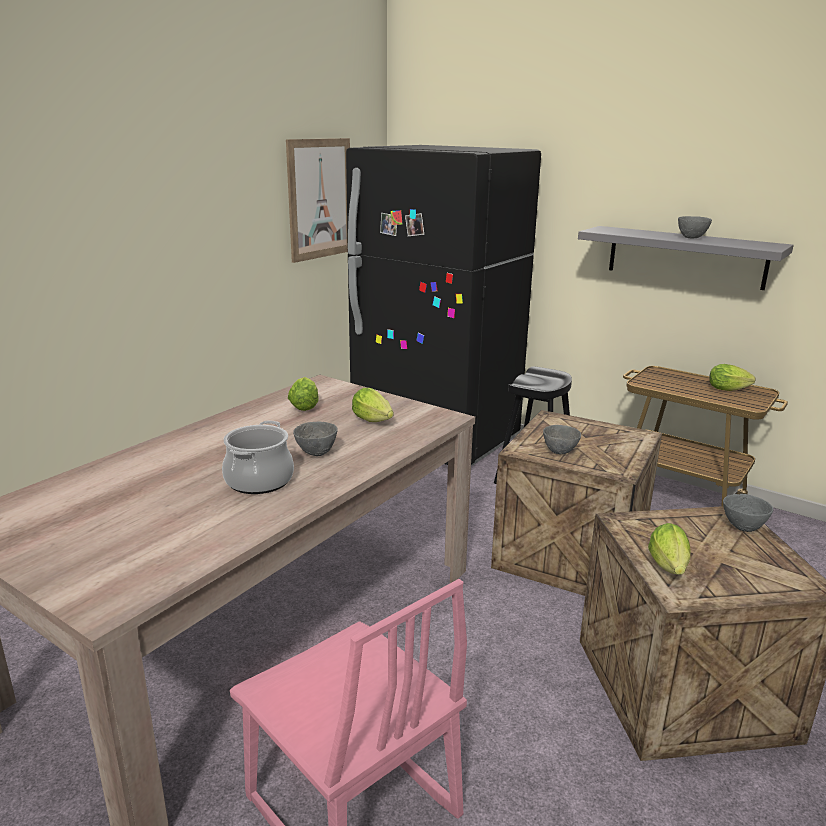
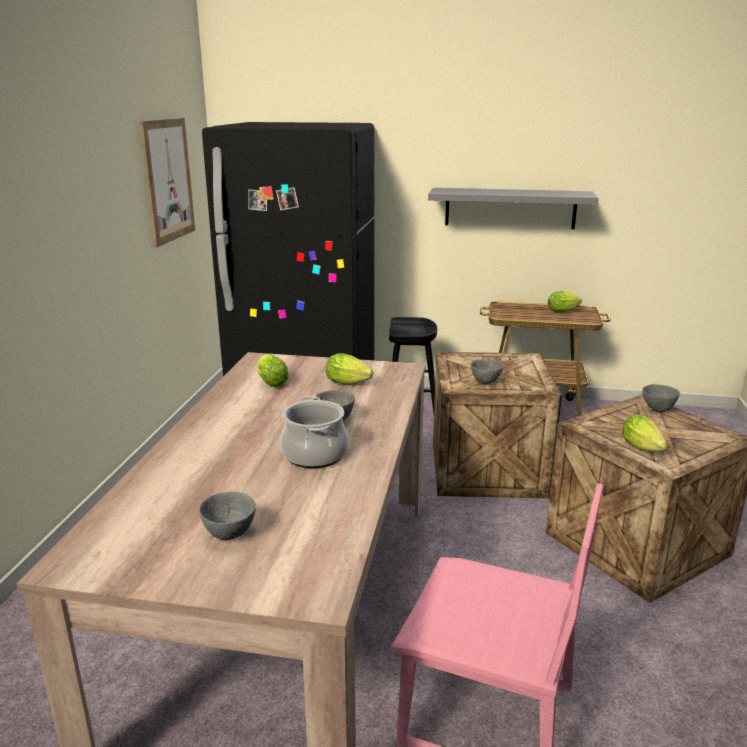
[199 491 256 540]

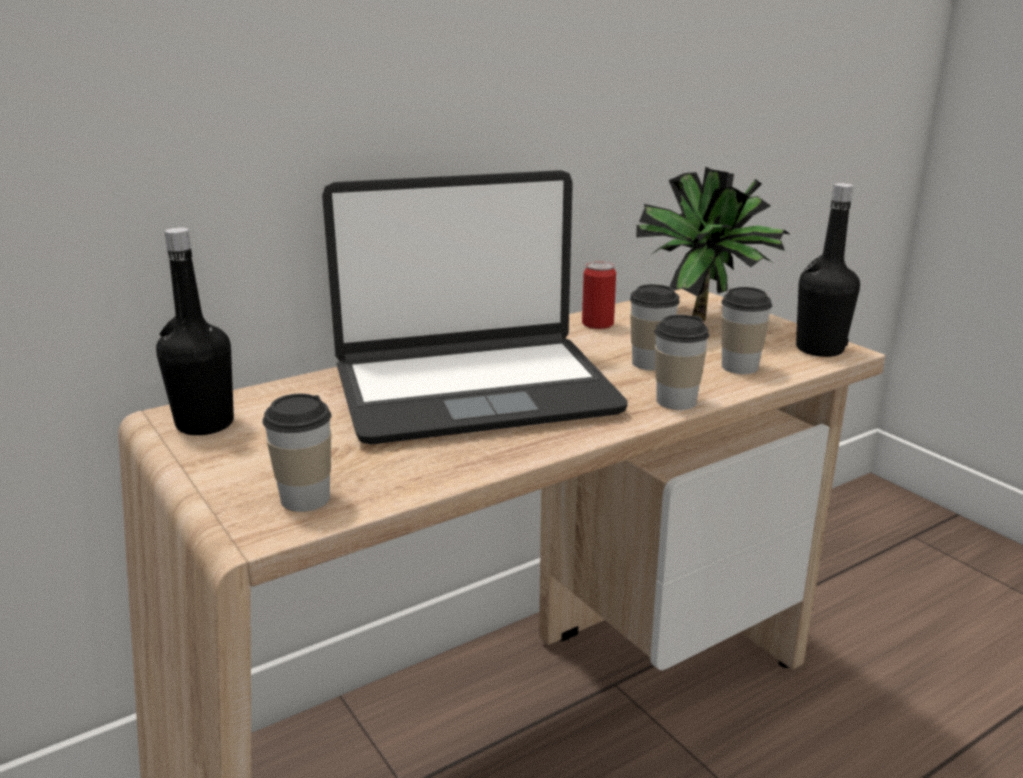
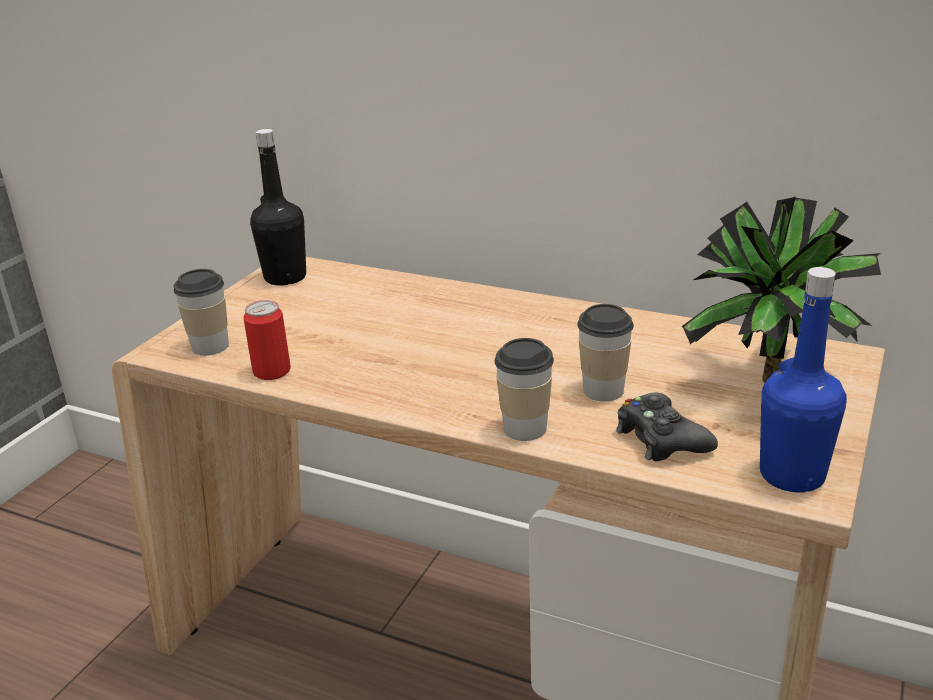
[322 170 628 445] (first image)
[243 300 291 380]
[616 392 718 461]
[760 267 847 493]

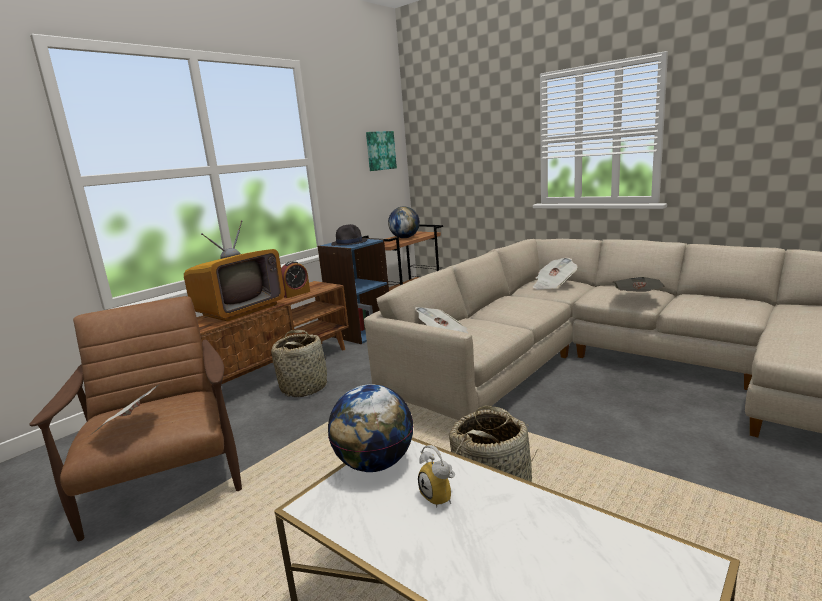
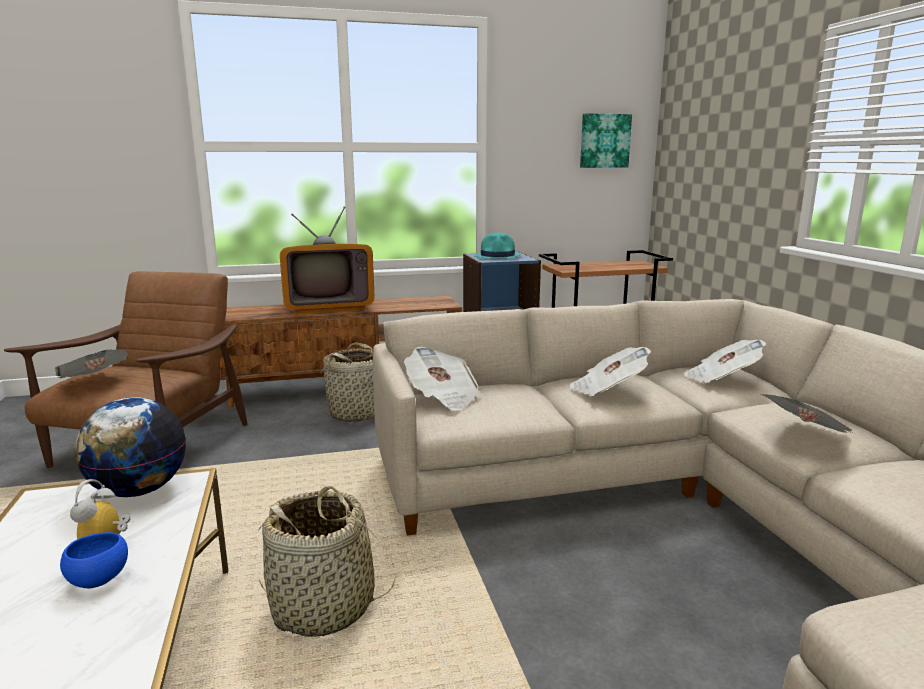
[281 261 310 298] (first image)
[388 207 420 238] (first image)
[60 532 128 588]
[569 347 651 396]
[475 233 521 259]

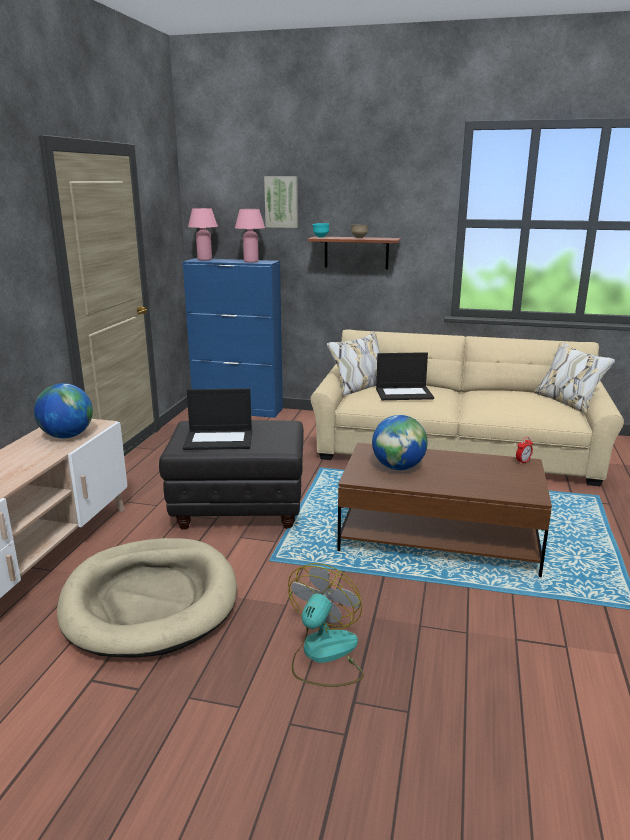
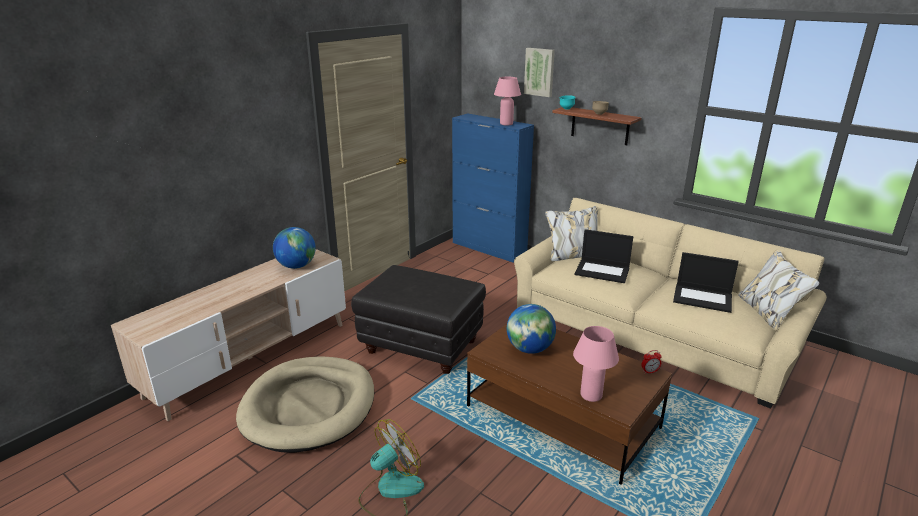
[673 252 739 313]
[573 326 619 402]

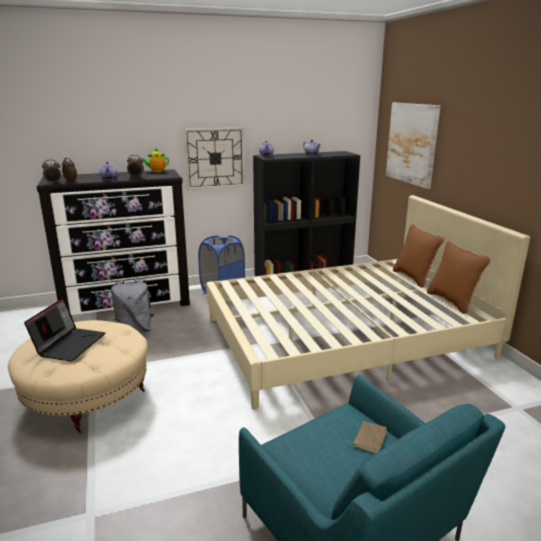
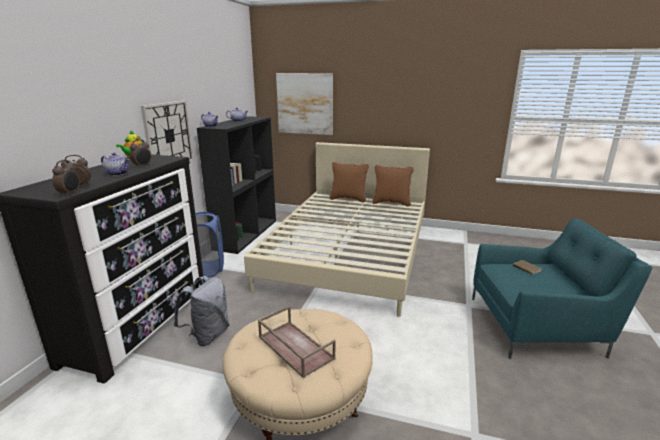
[258 306 336 378]

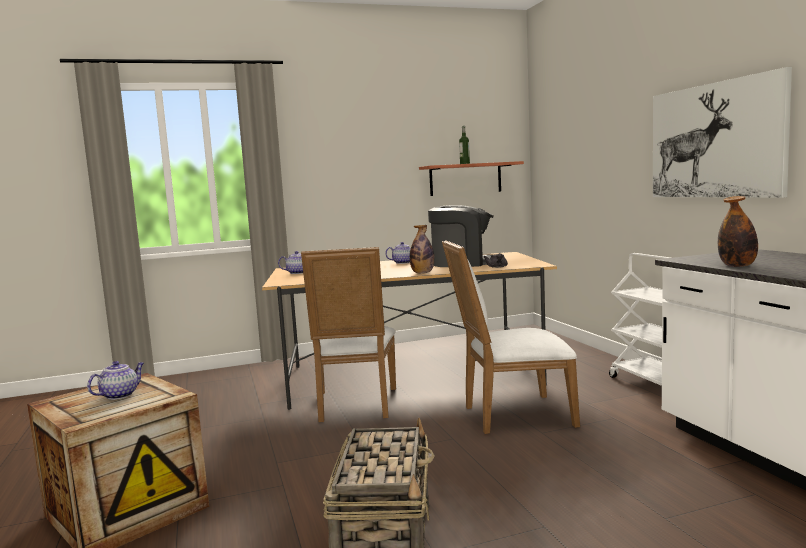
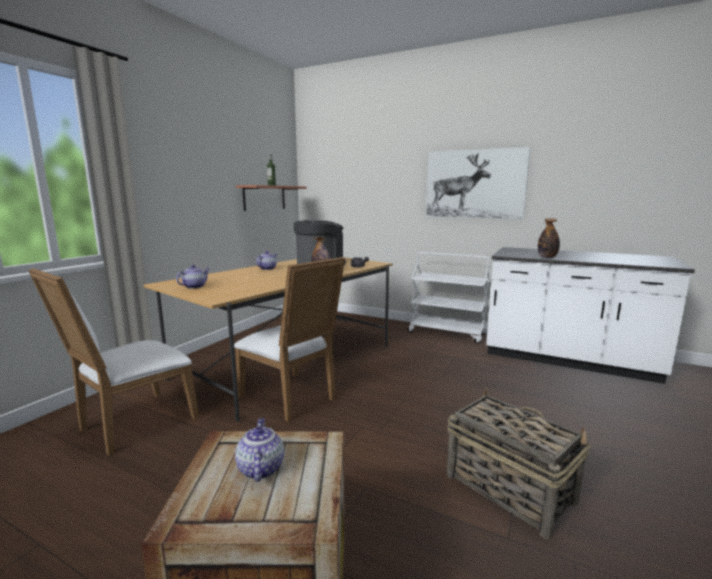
[28 268 199 456]

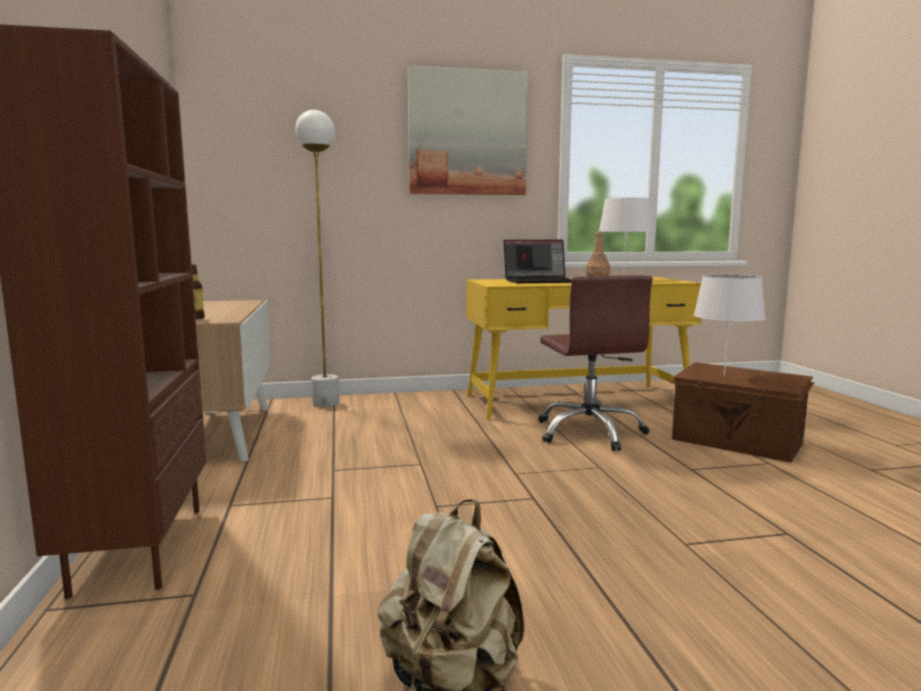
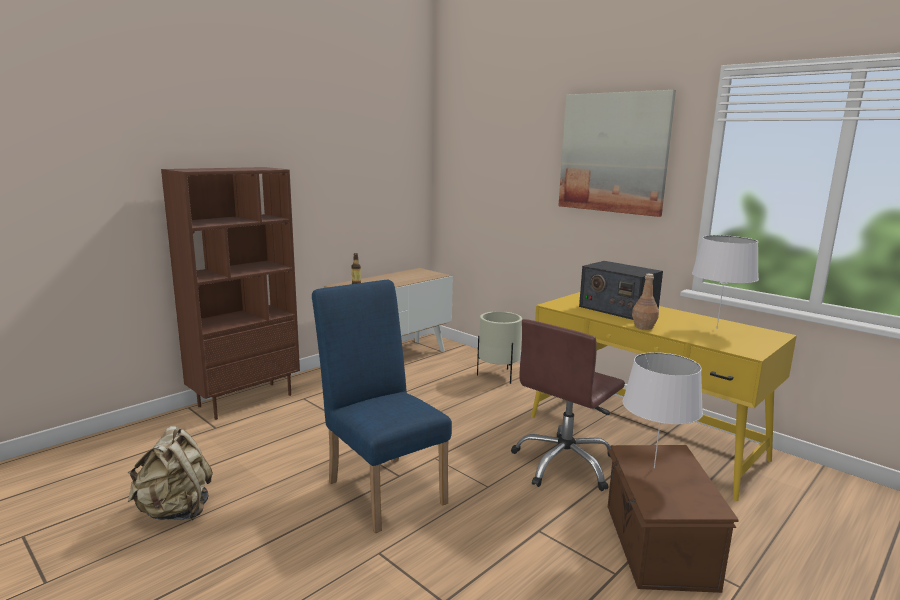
[295 110 339 407] (first image)
[312 279 452 533]
[477 311 522 384]
[579 261 663 320]

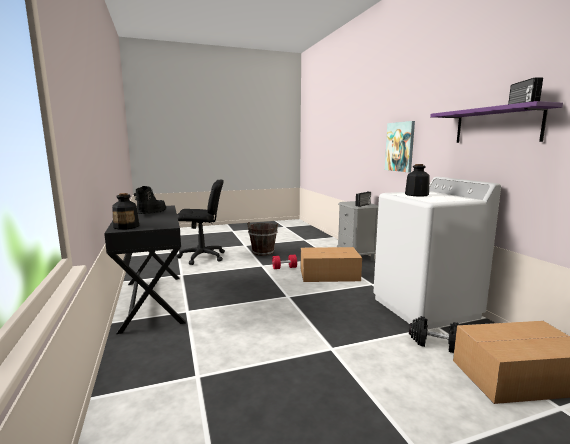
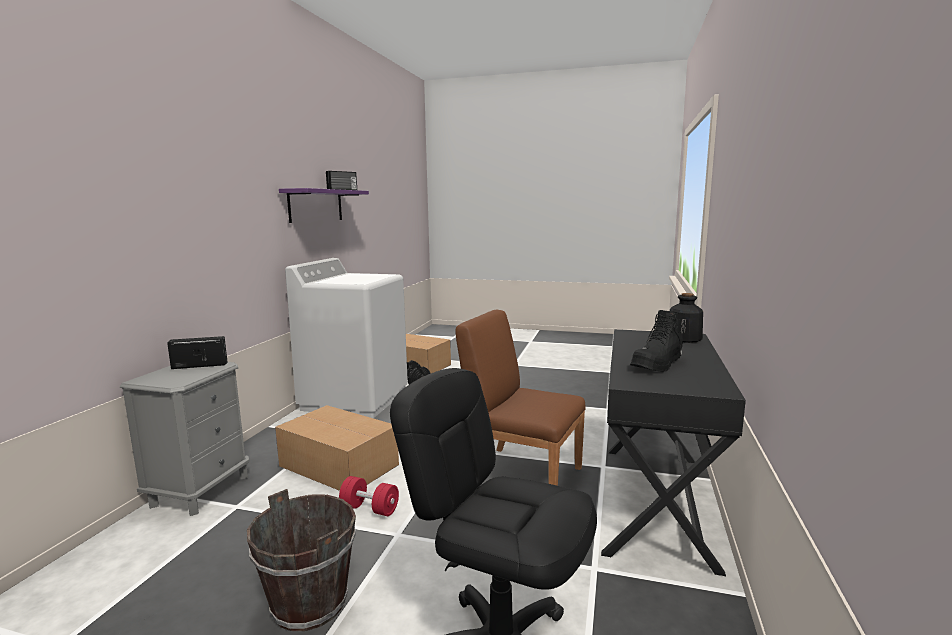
[385 121 415 172] (first image)
[405 164 430 197] (first image)
[455 310 586 486]

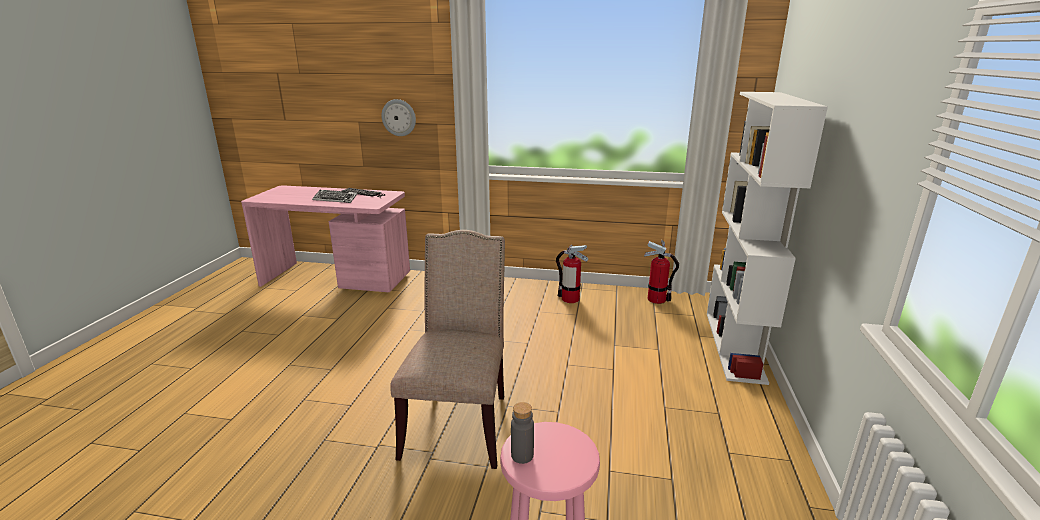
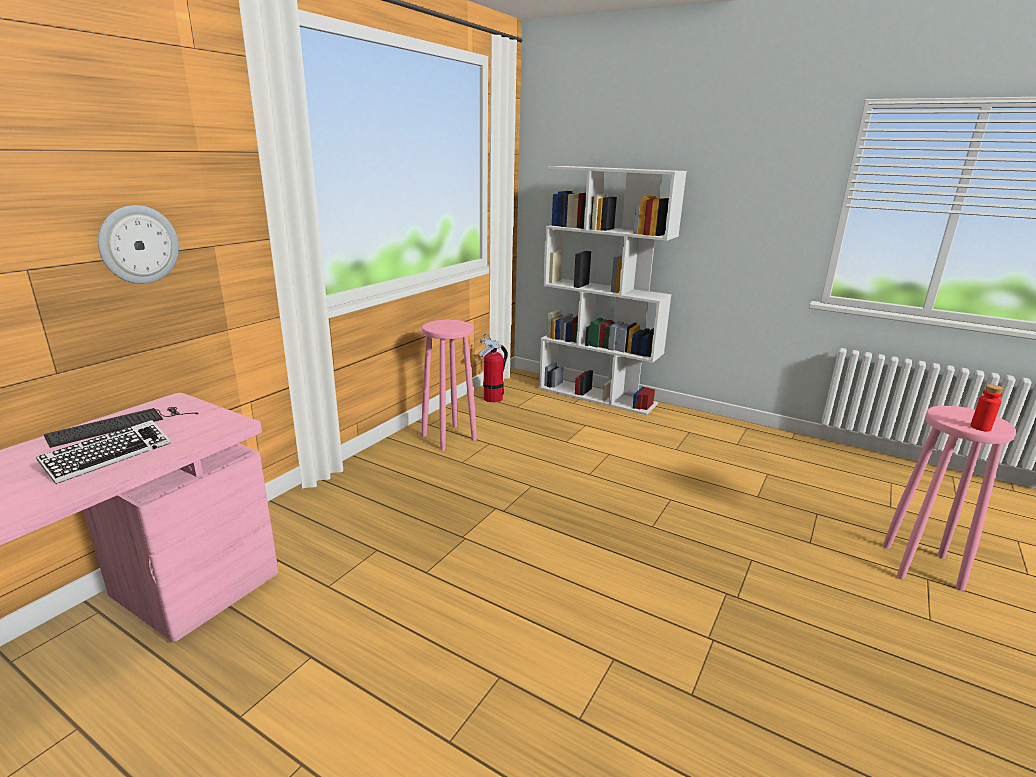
[390 230 505 469] (first image)
[422 320 477 451]
[970 384 1004 432]

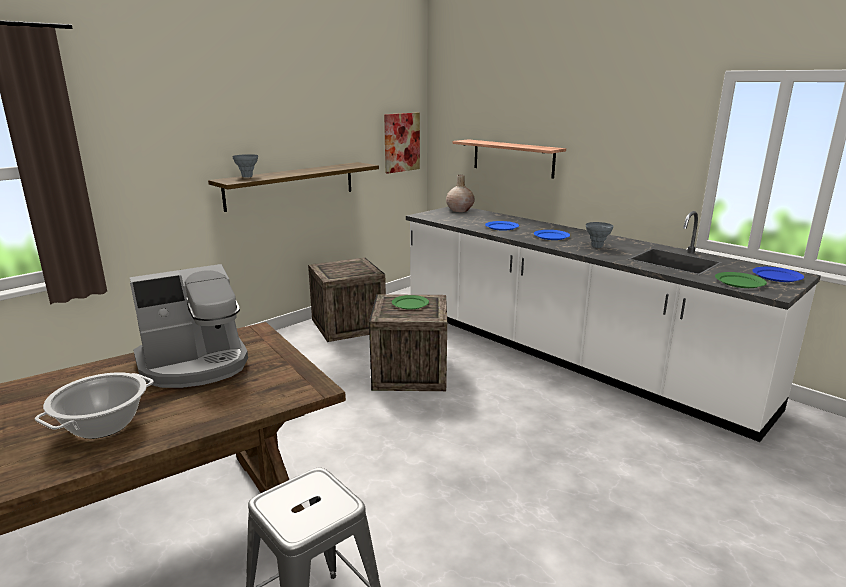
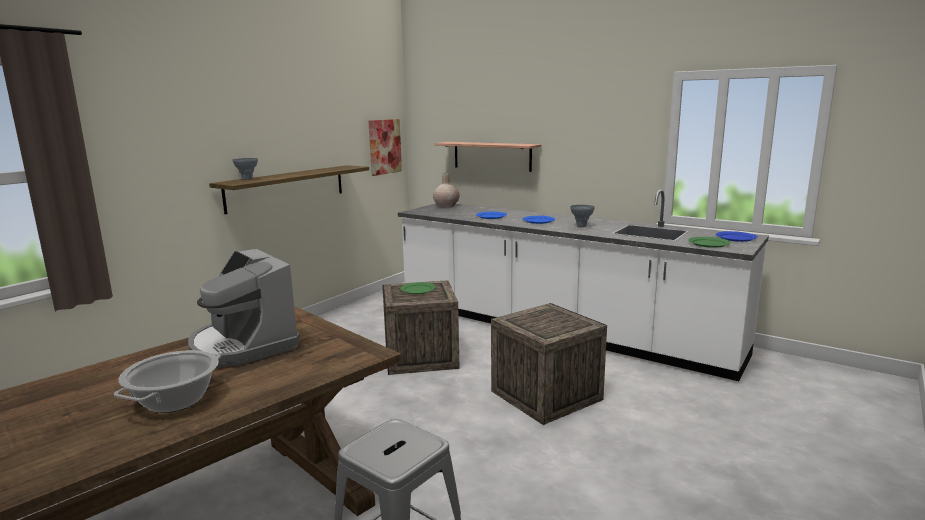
[491 303 607 425]
[188 249 301 368]

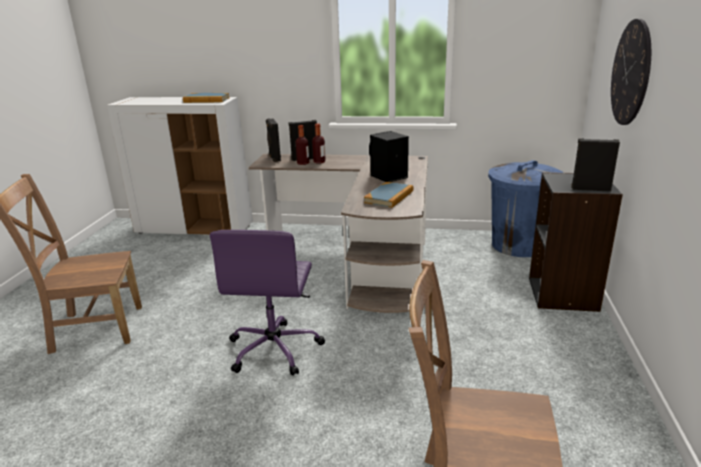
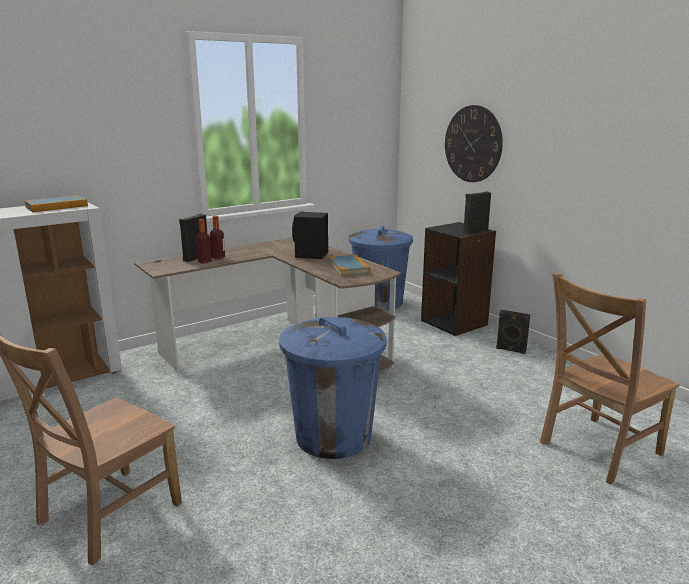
[496 310 530 354]
[279 317 387 459]

